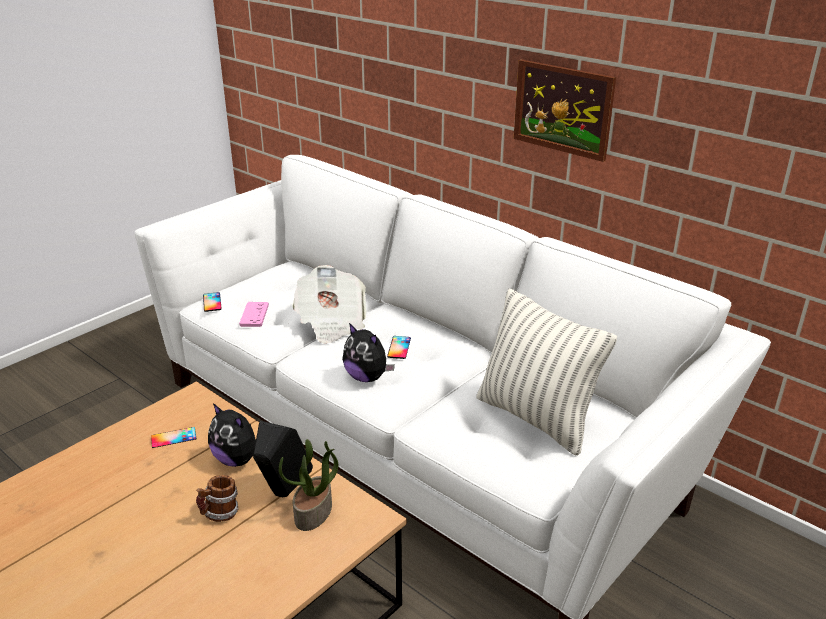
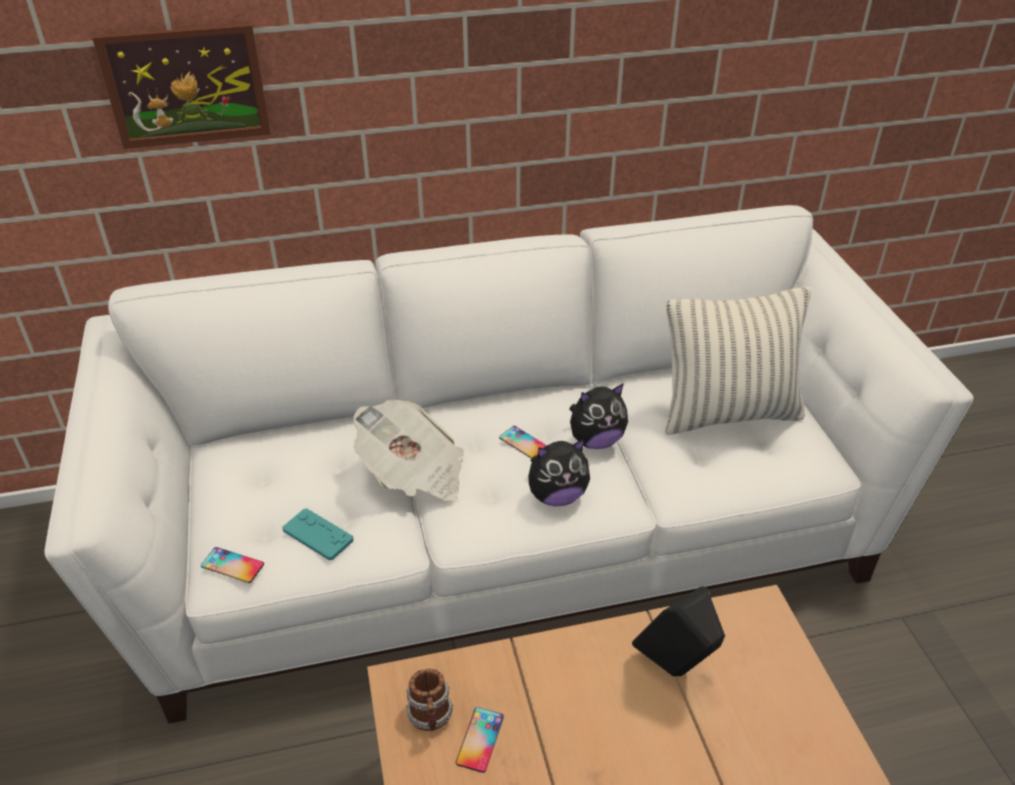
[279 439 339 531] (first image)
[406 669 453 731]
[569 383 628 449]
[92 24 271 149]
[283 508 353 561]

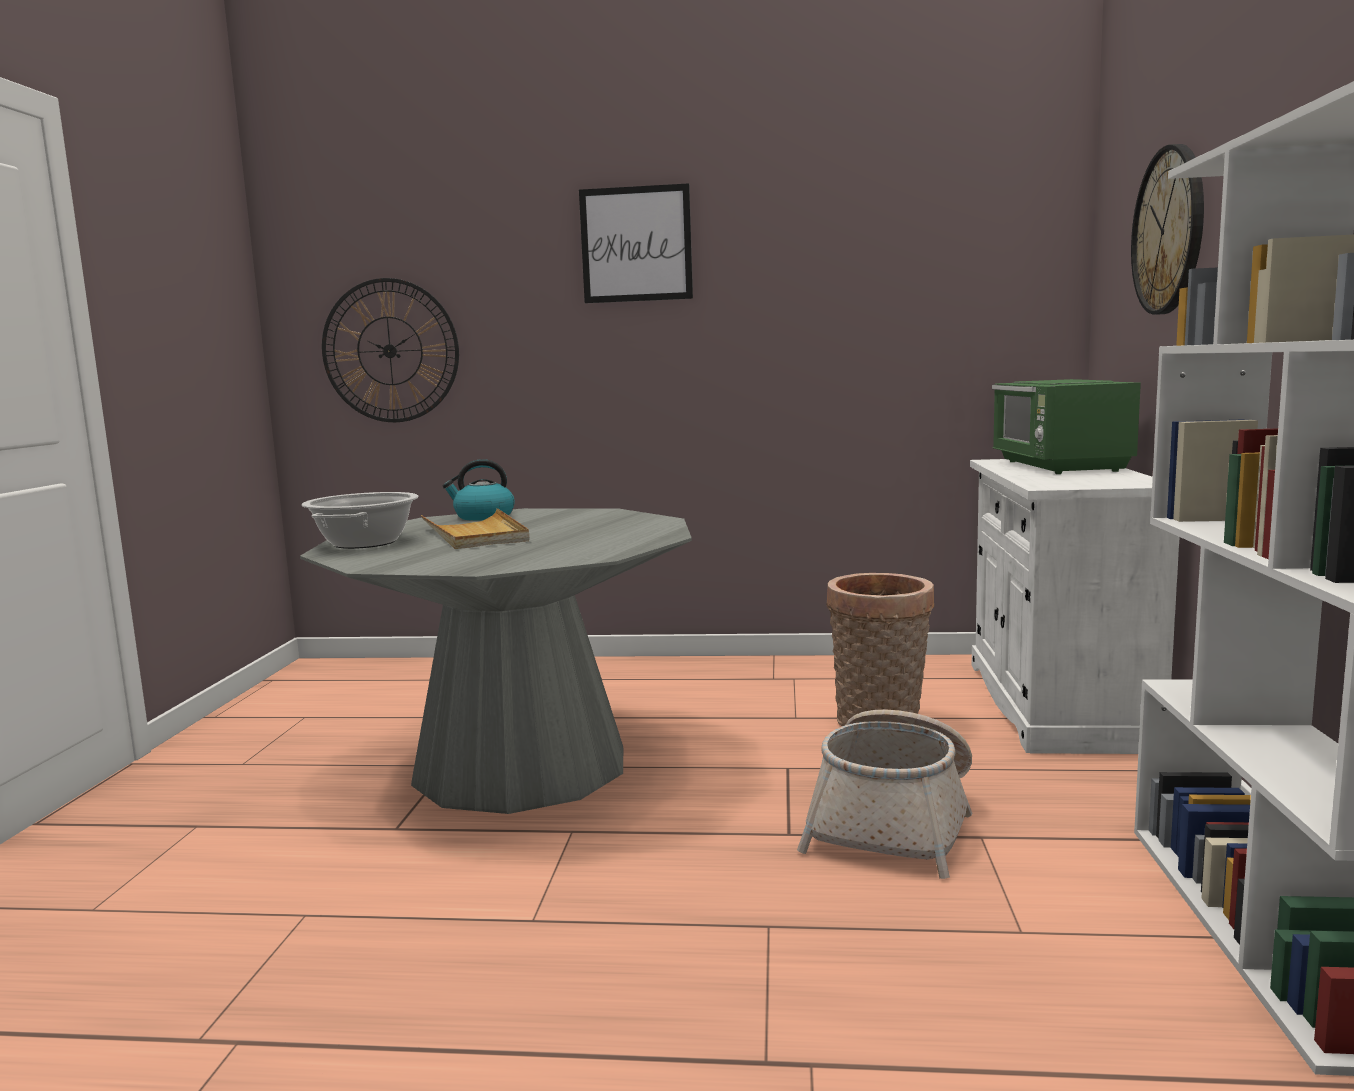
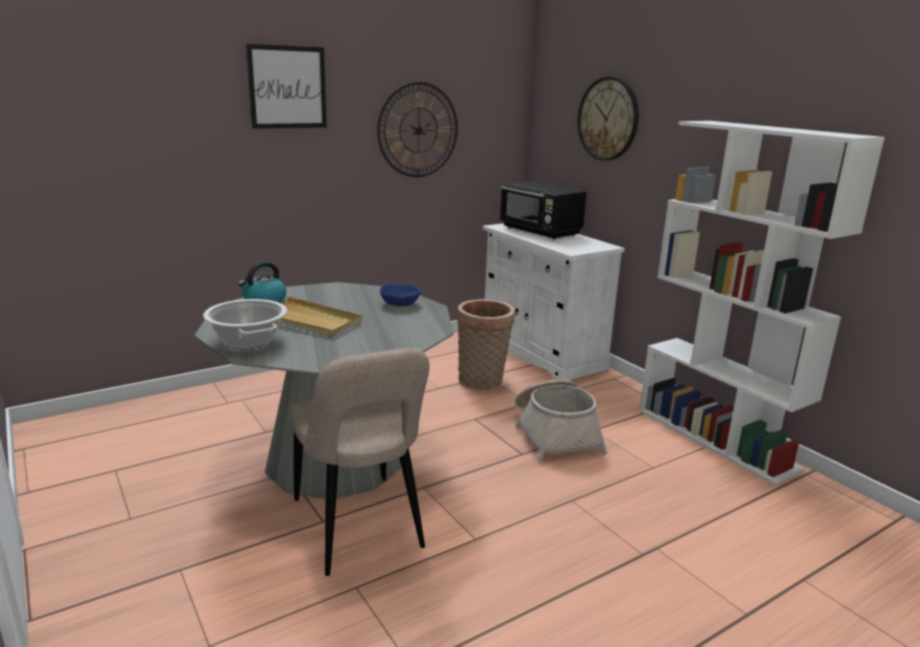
[289 348 429 576]
[380 284 421 307]
[377 82 458 177]
[500 181 587 239]

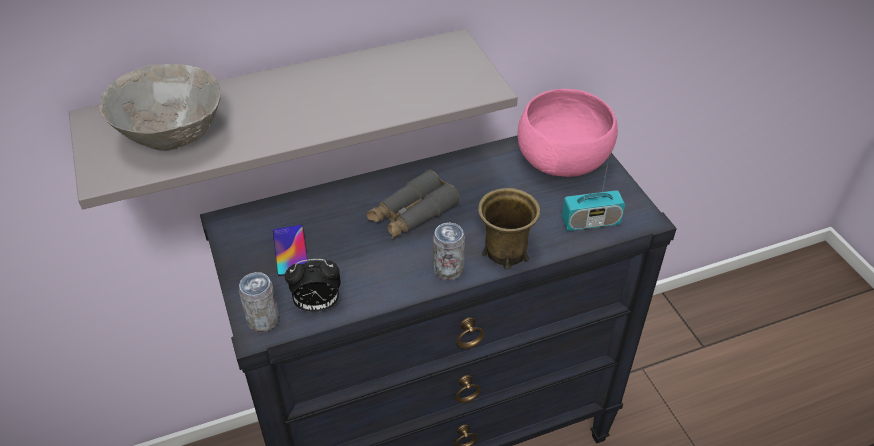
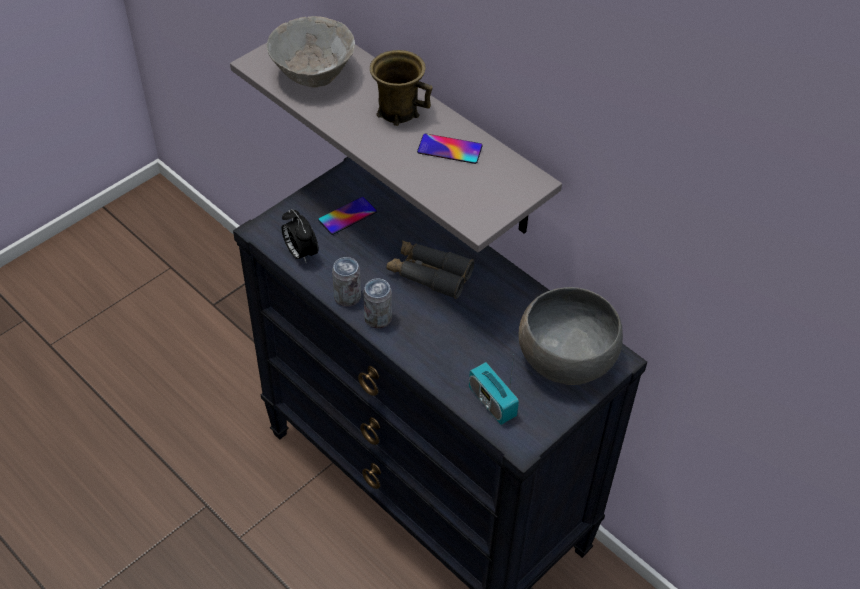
[417 133 483 164]
[332 257 361 307]
[370 50 433 126]
[519 287 623 385]

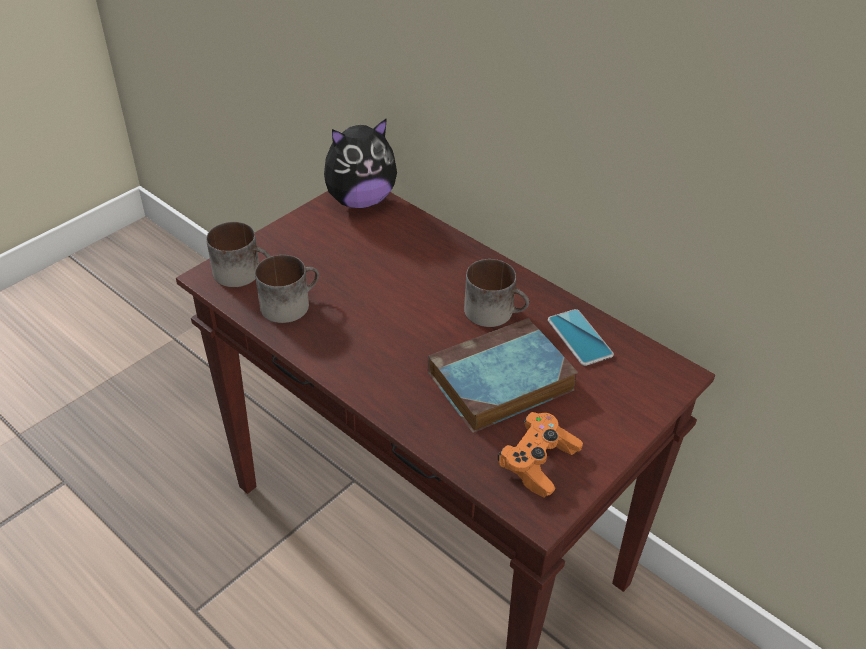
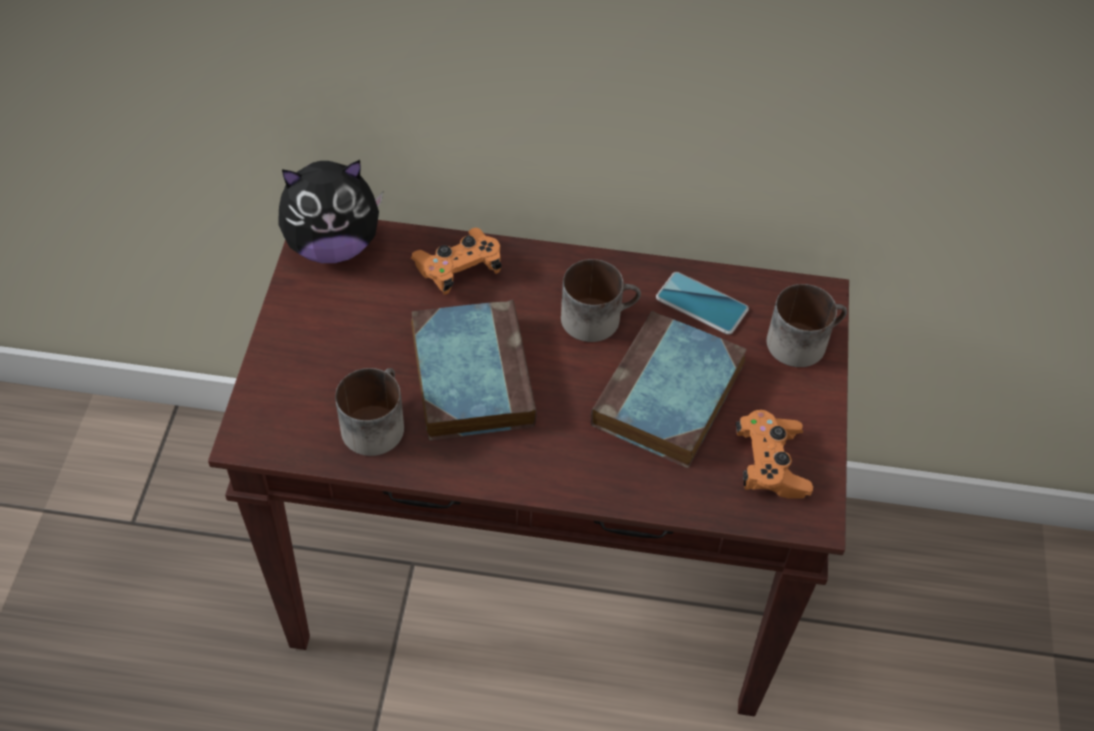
[411 228 502 295]
[411 300 537 440]
[767 284 847 367]
[278 160 383 263]

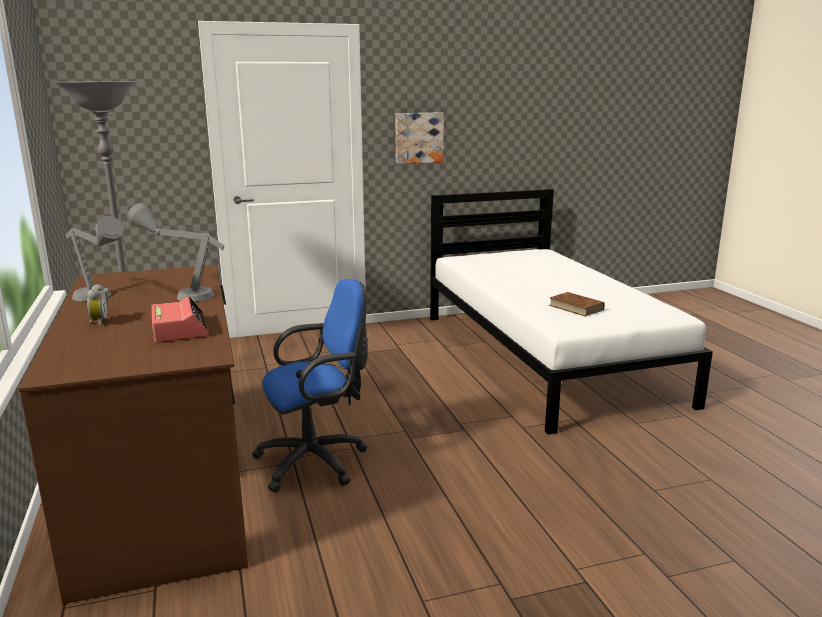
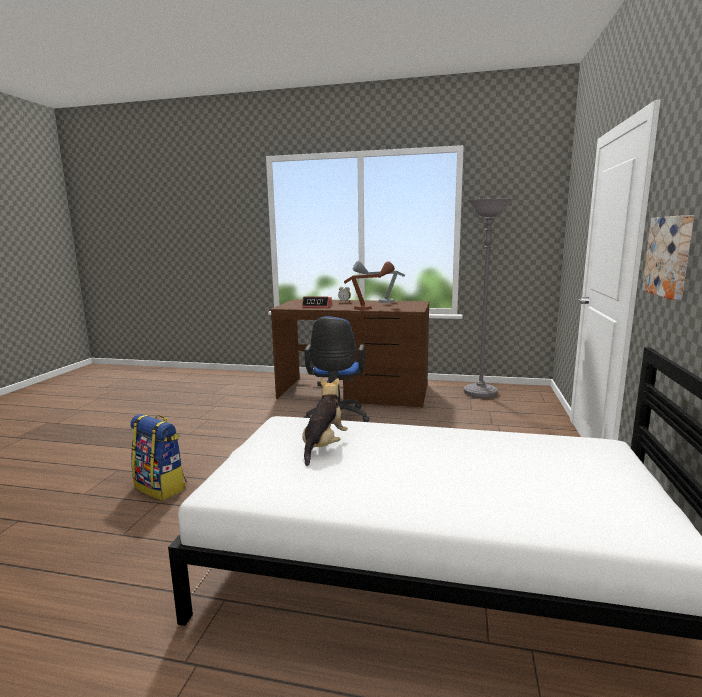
[130 414 187 500]
[302 378 348 466]
[344 261 395 310]

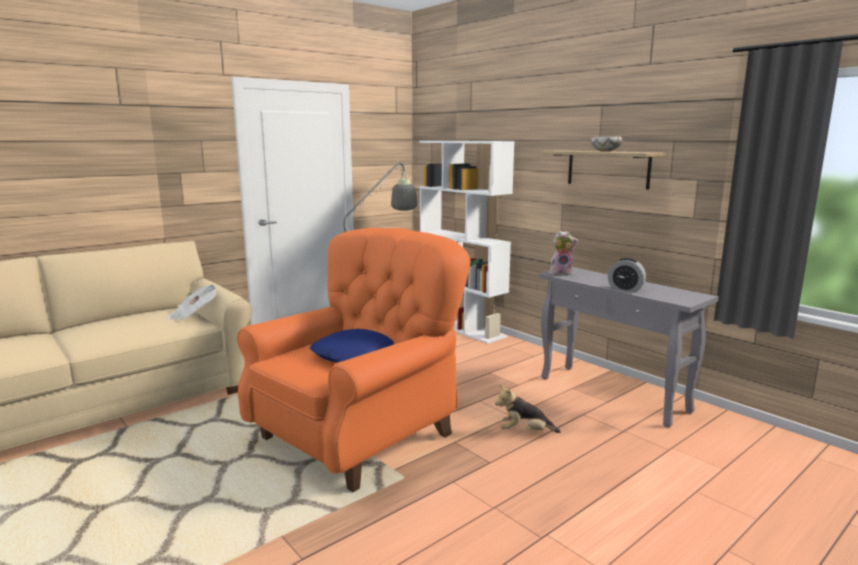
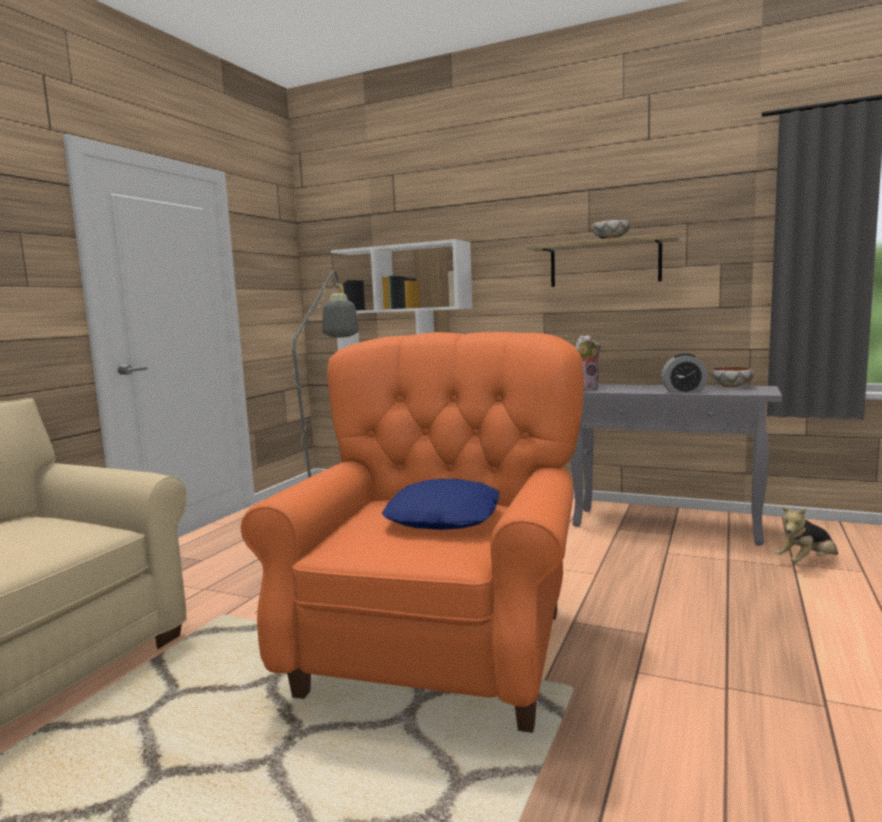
[167 285 217 320] (first image)
[711 367 754 388]
[775 508 838 563]

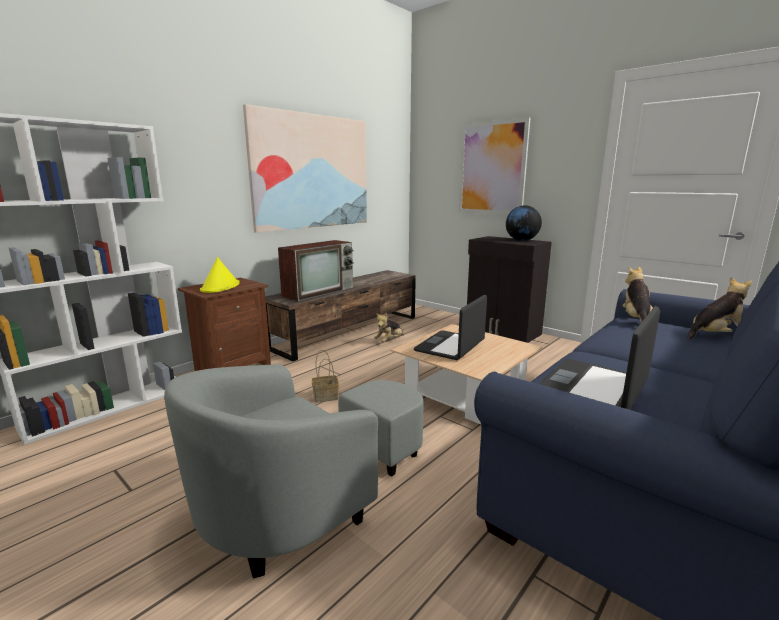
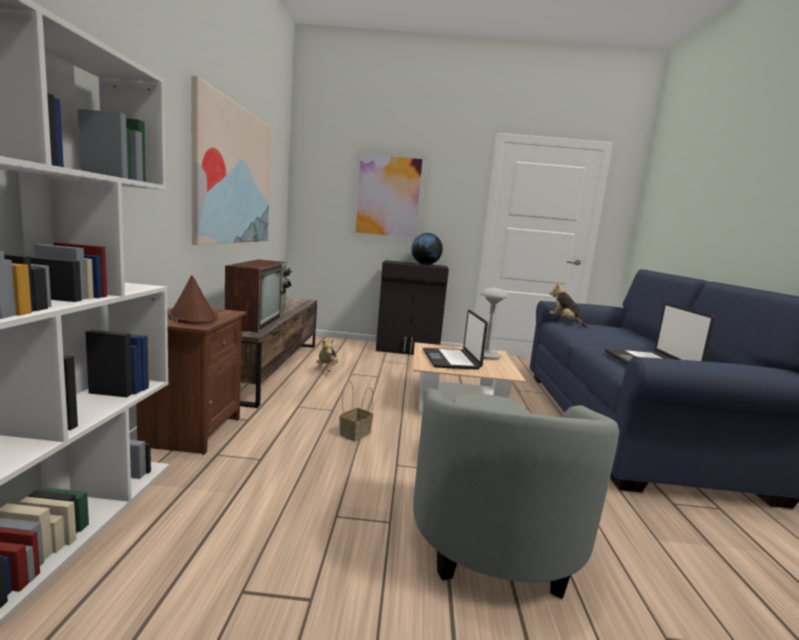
[687 277 752 341] (first image)
[481 288 508 360]
[168 275 218 324]

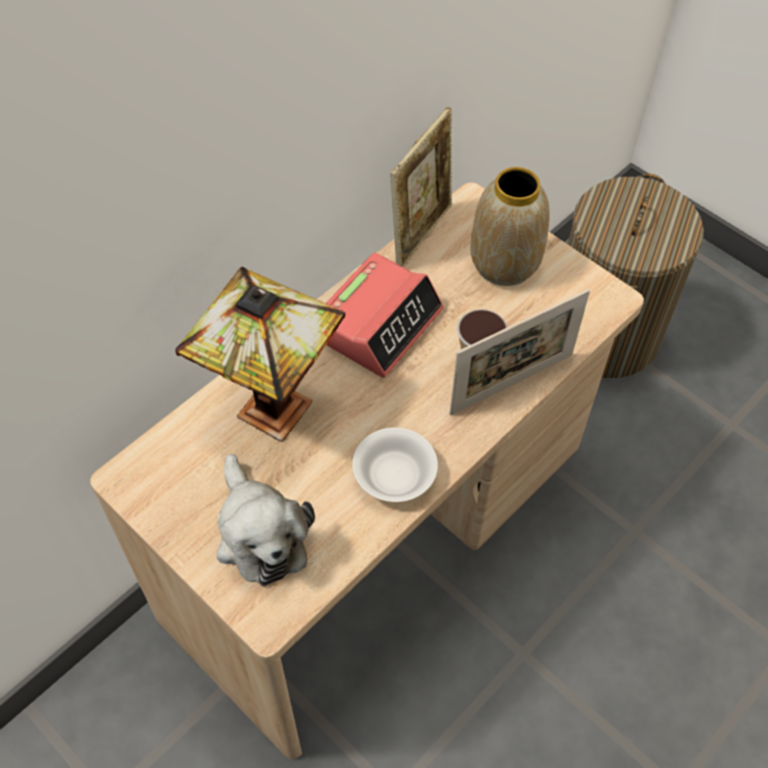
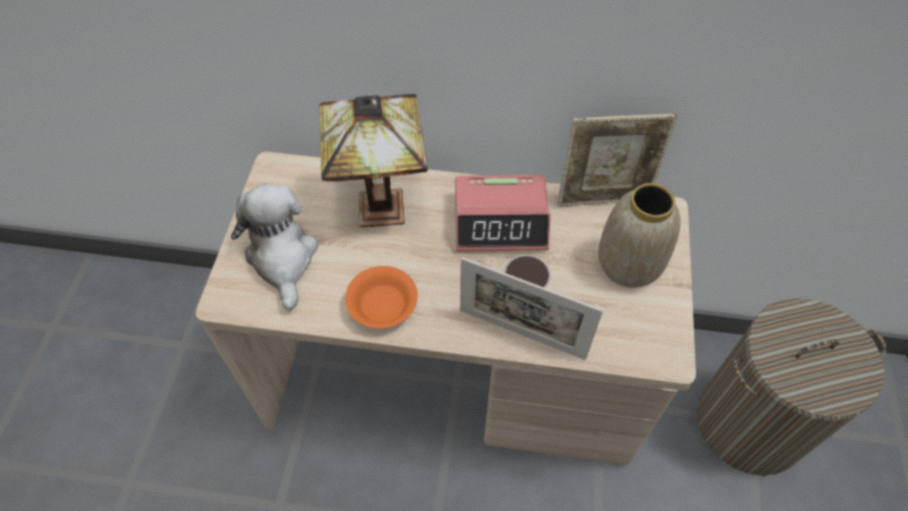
[345 266 418 329]
[231 184 318 311]

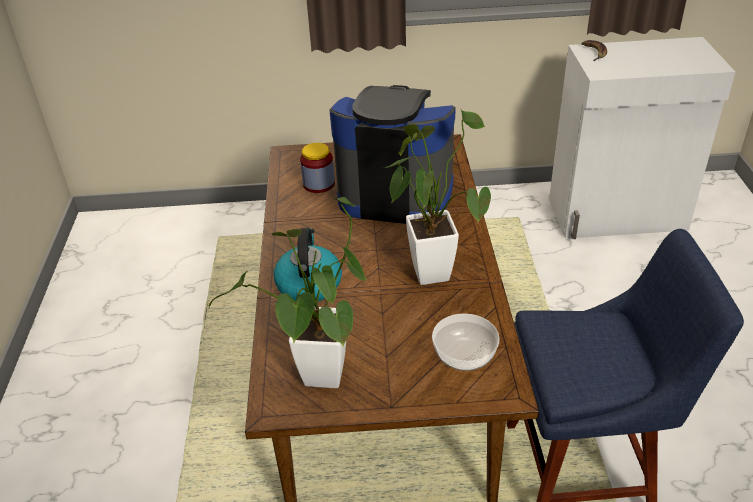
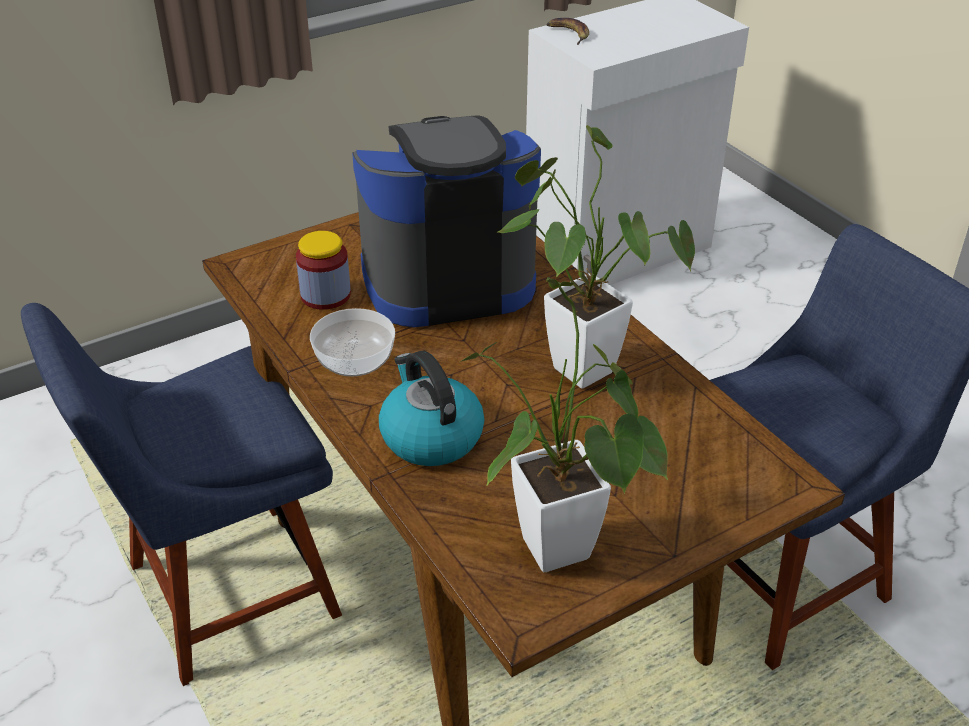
[21 303 342 686]
[310 308 395 376]

